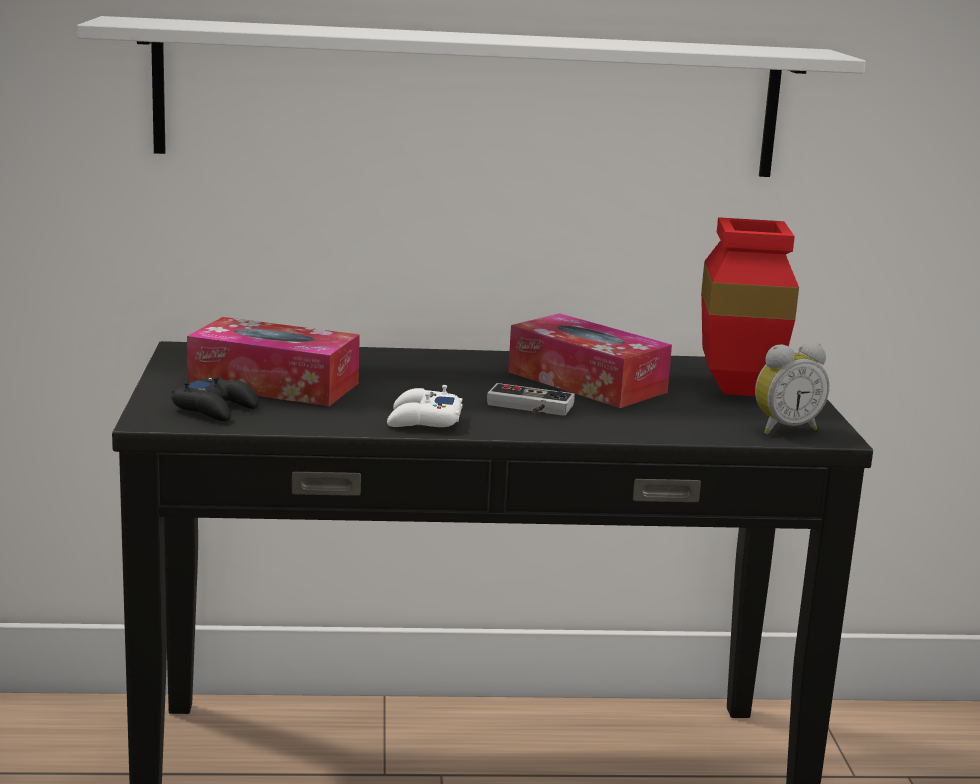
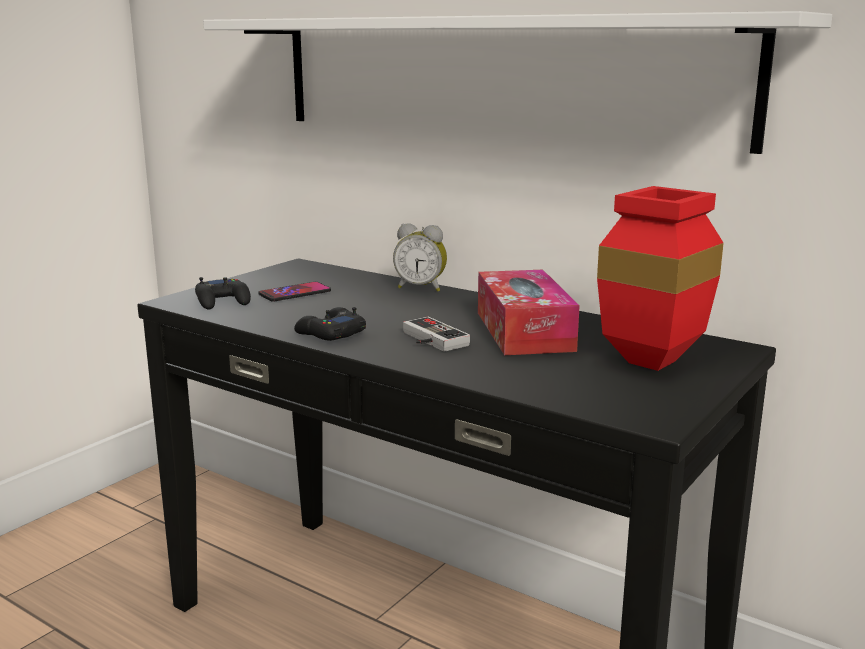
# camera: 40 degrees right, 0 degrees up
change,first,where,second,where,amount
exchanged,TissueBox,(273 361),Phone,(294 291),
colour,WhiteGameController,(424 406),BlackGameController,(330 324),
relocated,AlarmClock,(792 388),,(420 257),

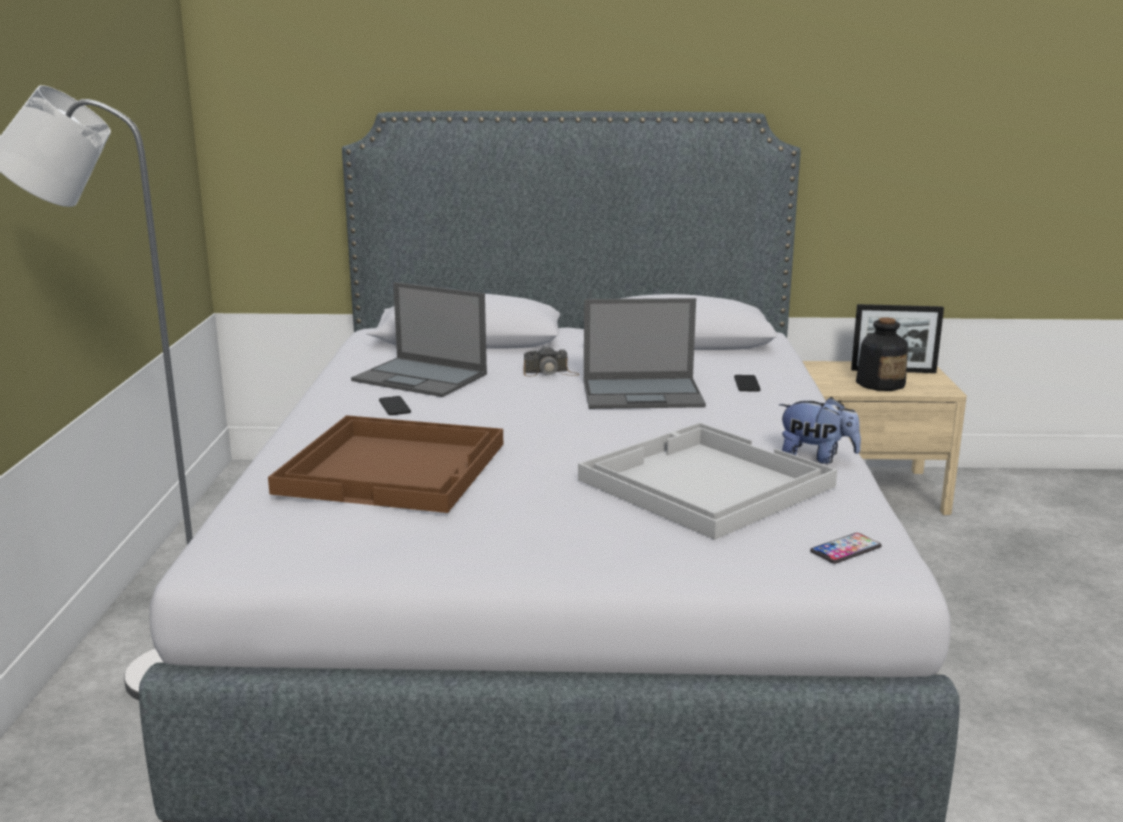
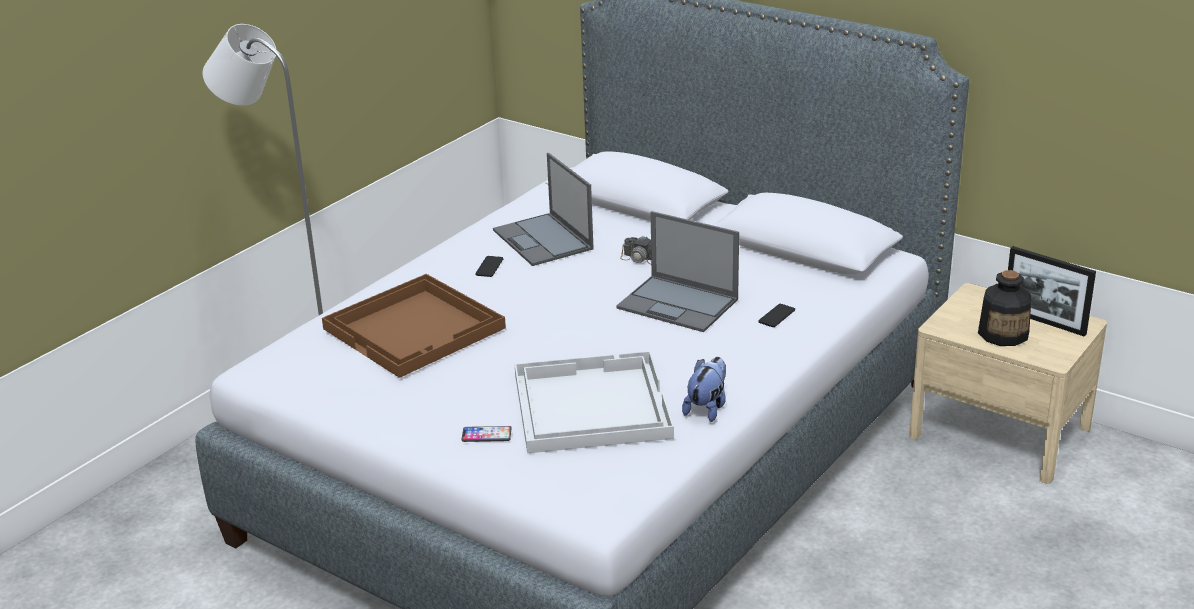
# camera: 35 degrees right, 10 degrees up
change,first,where,second,where,amount
relocated,Phone,(846 548),,(487 434),
spun,PlushToy,(820 430),,(704 389),120 degrees counterclockwise

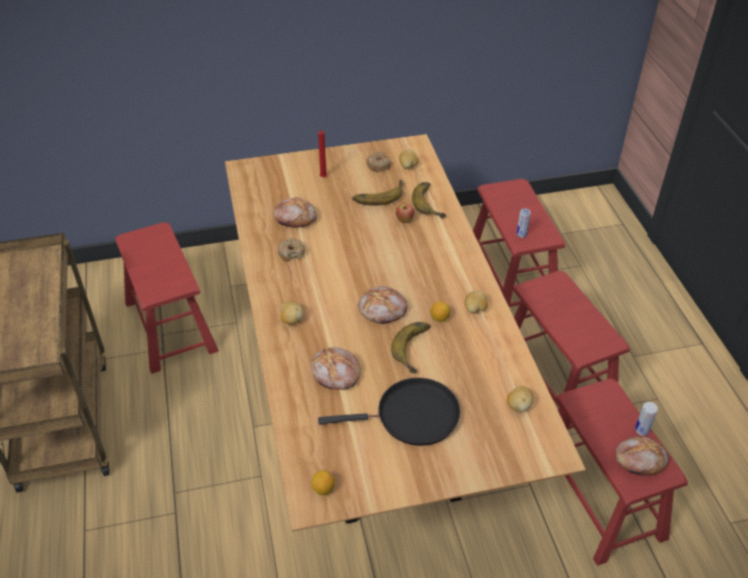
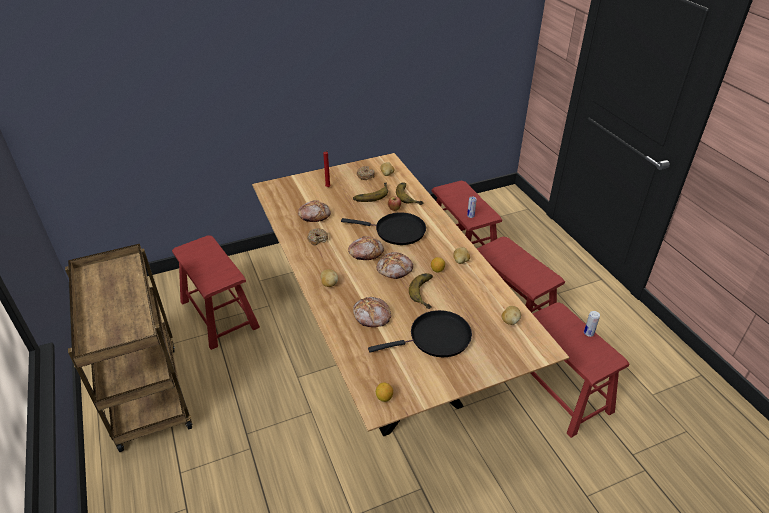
# camera: 10 degrees left, 5 degrees down
change,first,where,second,where,amount
appeared,,,BlackFryingPan,(383 228),
relocated,Bread,(642 456),,(366 248),

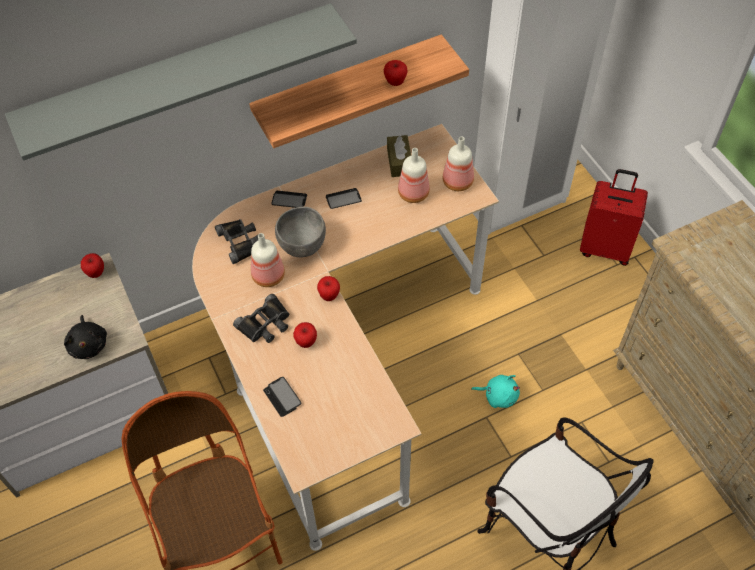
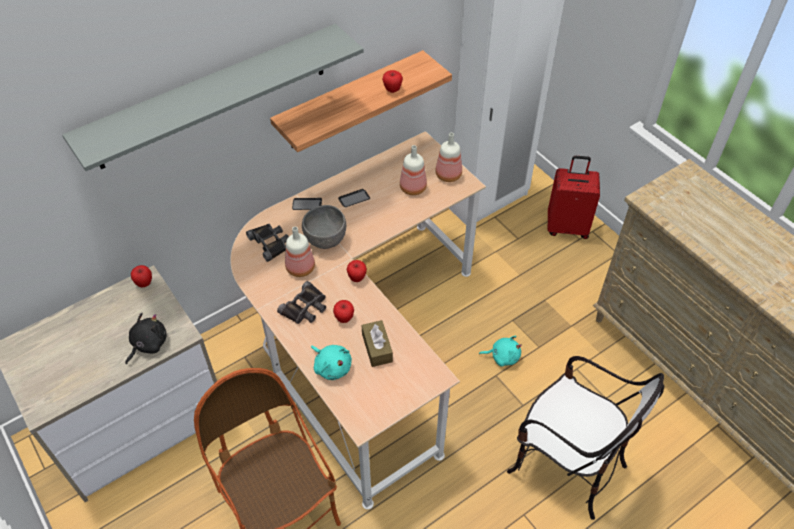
# camera: 10 degrees left, 5 degrees down
change,first,where,second,where,amount
spun,BlackPlushToy,(85 337),,(146 339),120 degrees counterclockwise
exchanged,Phone,(282 397),TurquoisePlushToy,(331 362),
relocated,BrownTissueBox,(399 156),,(377 343),

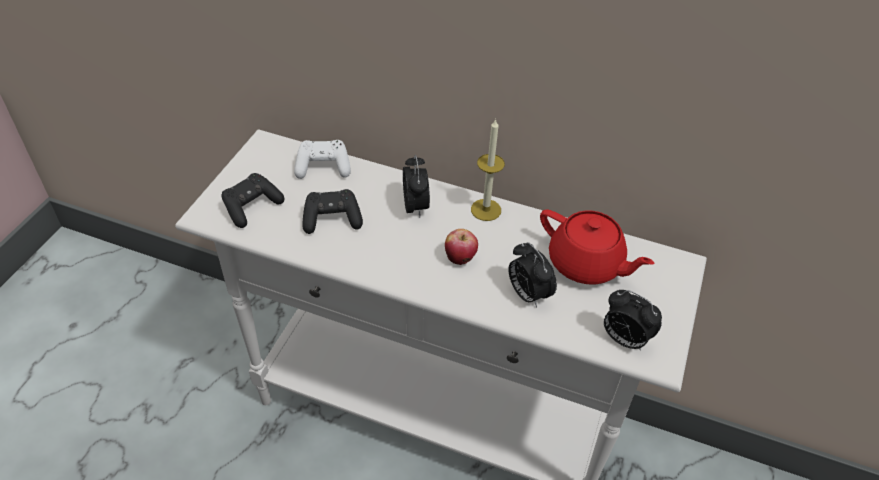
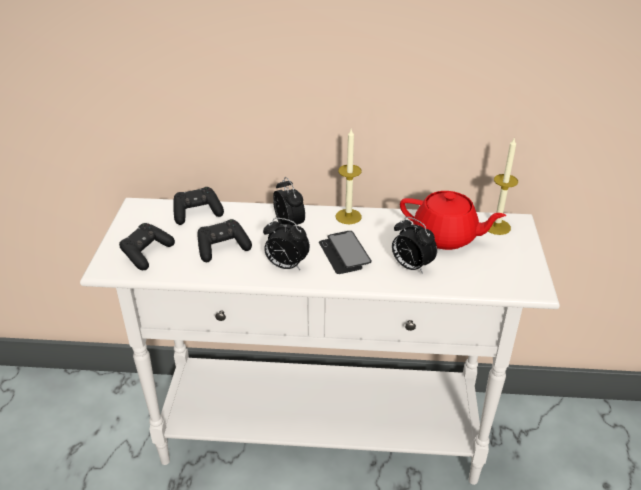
# camera: 15 degrees left, 10 degrees down
change,first,where,second,where,amount
colour,WhiteGameController,(322 159),BlackGameController,(198 206),
relocated,AlarmClock,(633 320),,(286 244),
exchanged,Apple,(461 247),Phone,(345 252),
appeared,,,Candle,(501 186),

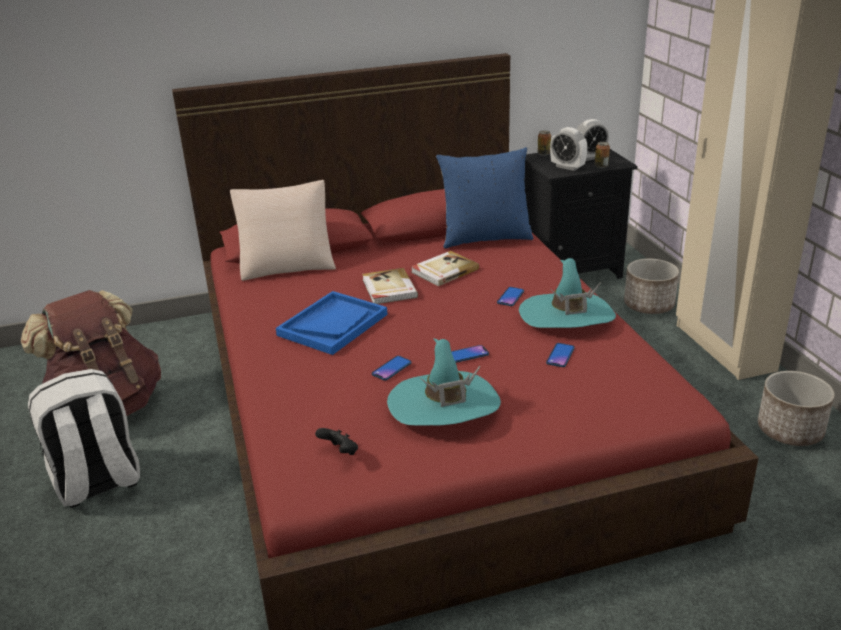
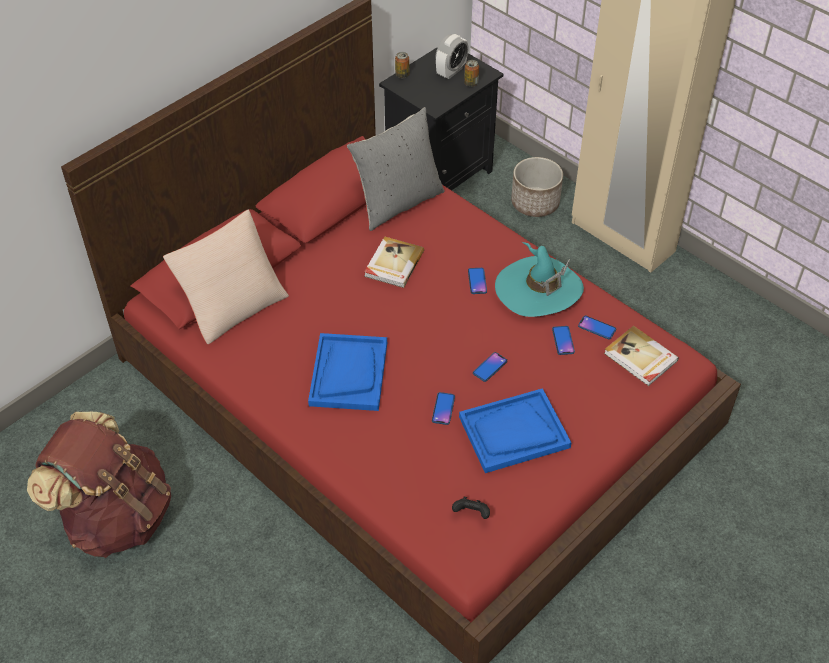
# camera: 30 degrees left, 20 degrees up
change,first,where,second,where,amount
colour,BluePillow,(484 198),GreyPillow,(396 169),
exchanged,TurquoiseHat,(444 382),BlueTray,(515 430),
appeared,,,Phone,(597 327),
relocated,Book,(390 286),,(641 356),
missing,WhiteBackpack,(84 438),,,
missing,AlarmClock,(569 149),,,
missing,Planter,(796 408),,,

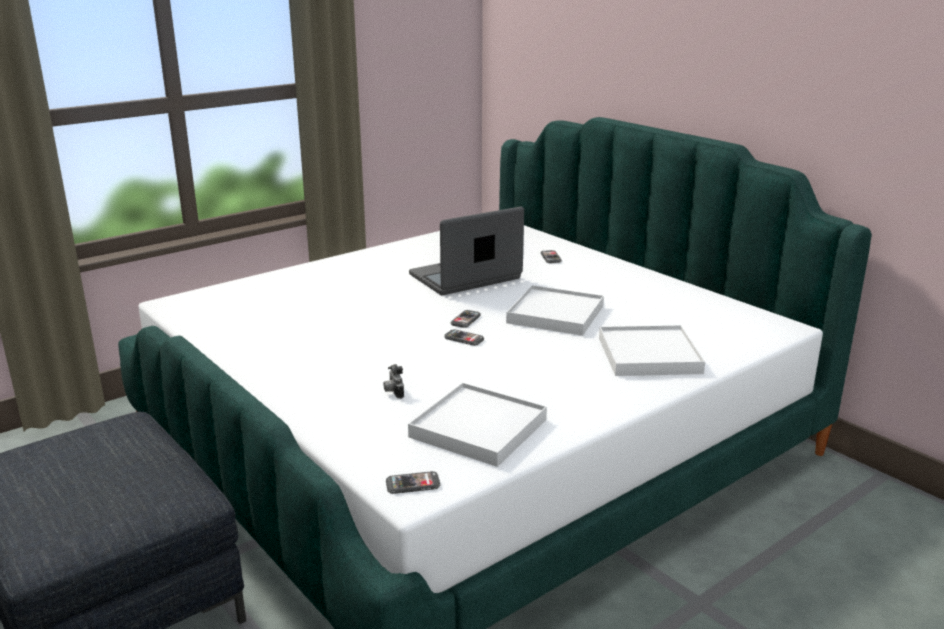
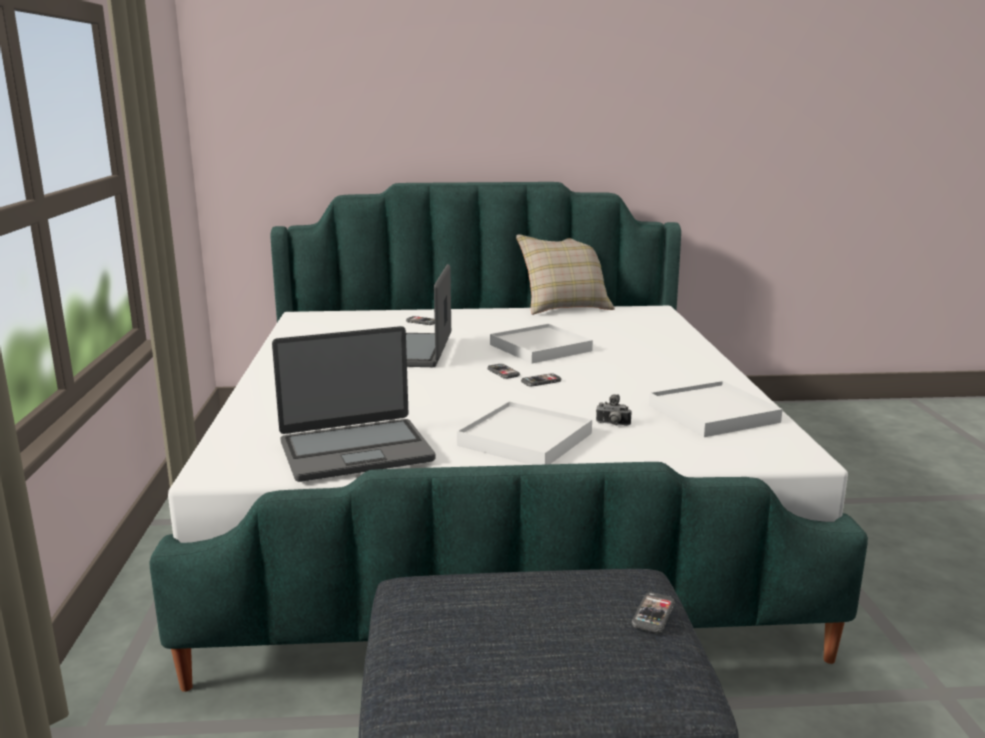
# camera: 55 degrees left, 5 degrees down
change,first,where,second,where,amount
appeared,,,Laptop,(353 404),
relocated,WhiteTray,(652 350),,(524 433),
appeared,,,BeigePillow,(565 274),
relocated,Phone,(413 482),,(653 612),

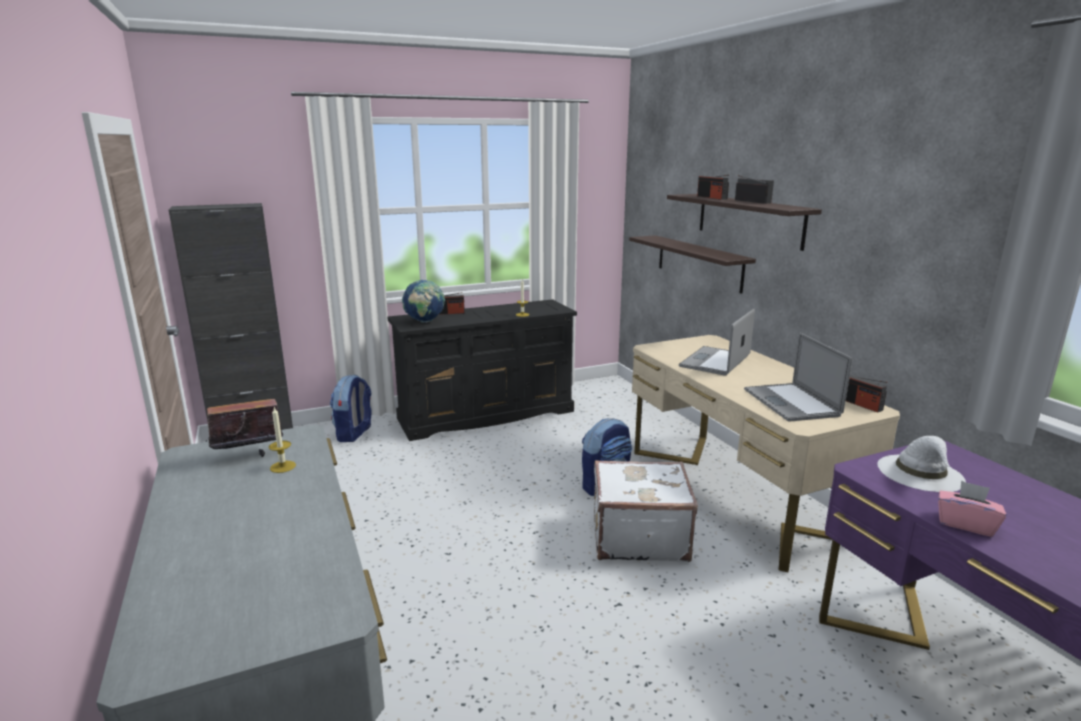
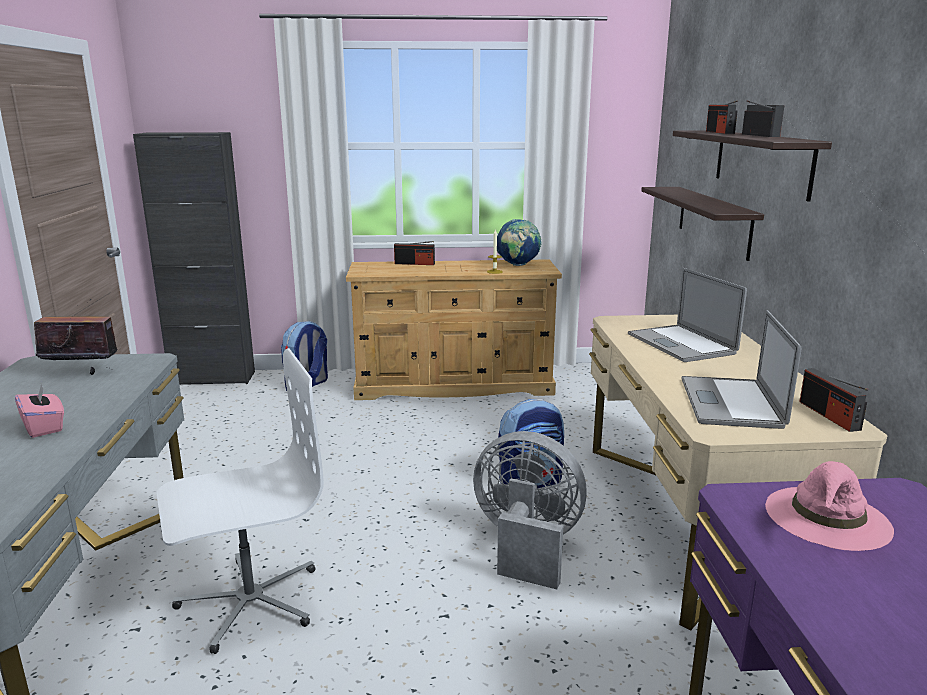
# camera: 20 degrees right, 0 degrees up
change,first,where,second,where,amount
relocated,PinkTissueBox,(972 509),,(39 410),
appeared,,,WhiteOfficeChair,(240 501),
colour,BlackDresser,(482 370),BeigeDresser,(454 329),
exchanged,WhiteSuitcase,(646 511),GreyFan,(530 510),
relocated,Globe,(423 301),,(519 242),
spun,Laptop,(717 342),,(687 315),75 degrees counterclockwise
colour,WhiteHat,(921 464),PinkHat,(829 506),
missing,Candle,(282 440),,,

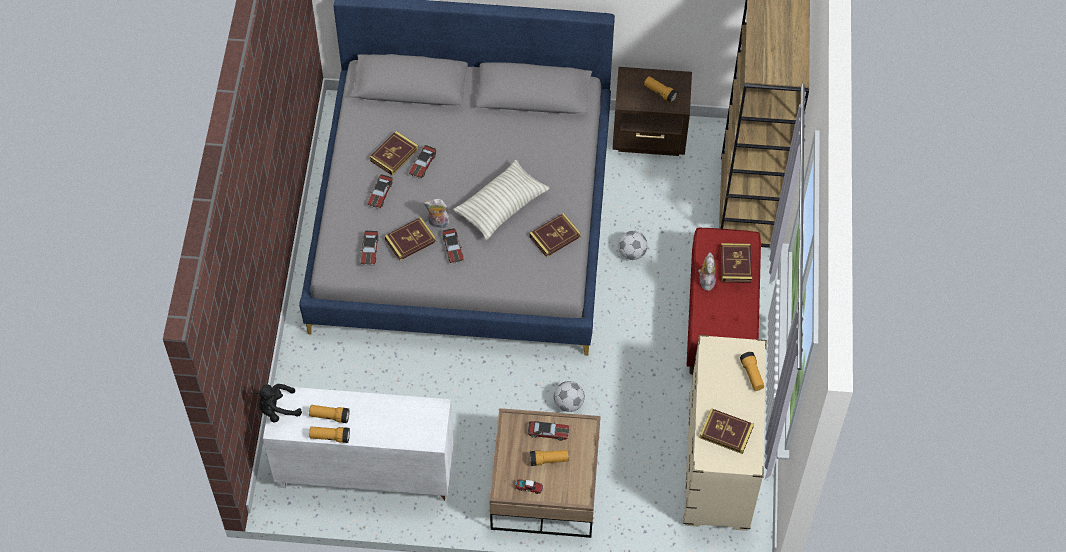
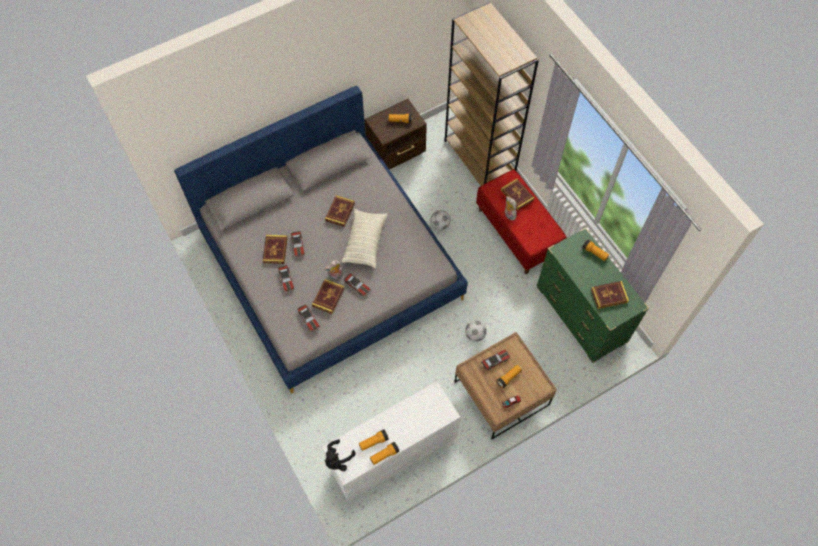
# camera: 35 degrees left, 5 degrees up
change,first,where,second,where,amount
relocated,Book,(555 235),,(340 211),
colour,BeigeDresser,(725 433),GreenDresser,(593 295),

